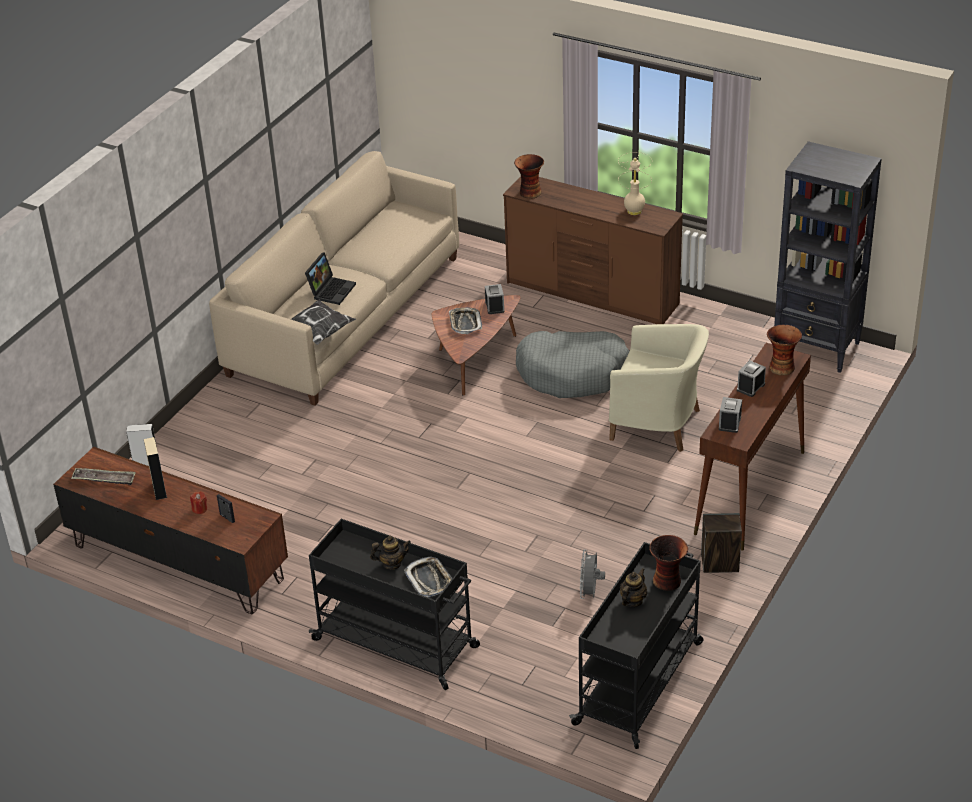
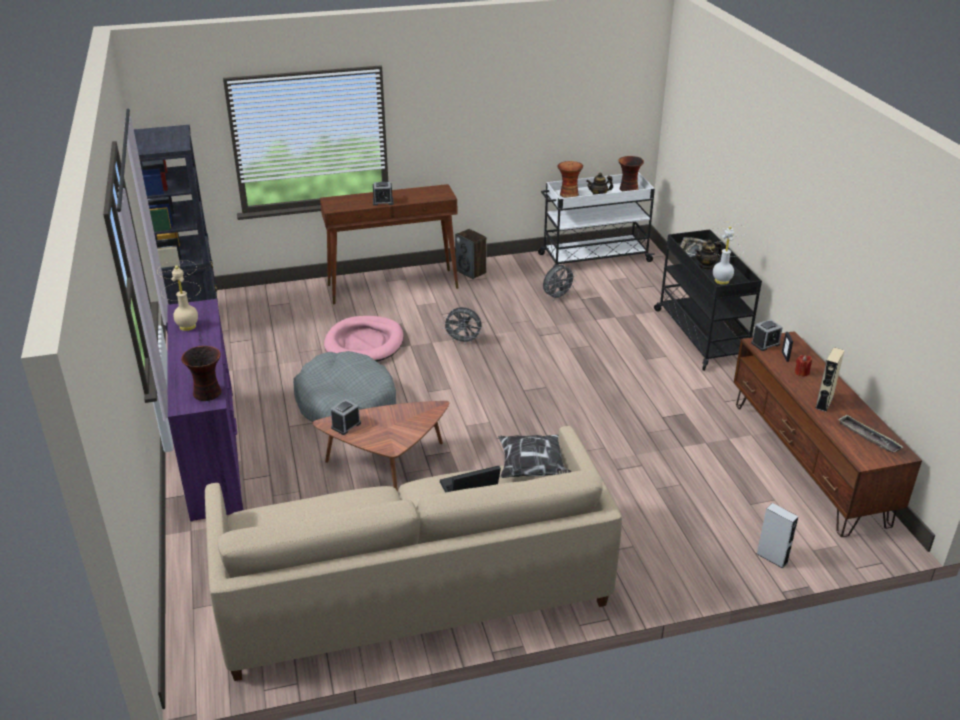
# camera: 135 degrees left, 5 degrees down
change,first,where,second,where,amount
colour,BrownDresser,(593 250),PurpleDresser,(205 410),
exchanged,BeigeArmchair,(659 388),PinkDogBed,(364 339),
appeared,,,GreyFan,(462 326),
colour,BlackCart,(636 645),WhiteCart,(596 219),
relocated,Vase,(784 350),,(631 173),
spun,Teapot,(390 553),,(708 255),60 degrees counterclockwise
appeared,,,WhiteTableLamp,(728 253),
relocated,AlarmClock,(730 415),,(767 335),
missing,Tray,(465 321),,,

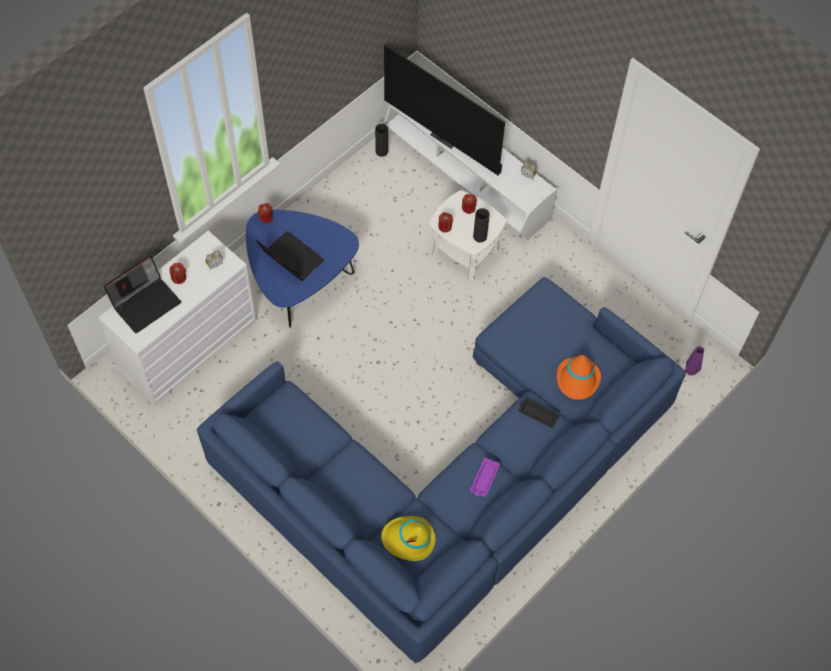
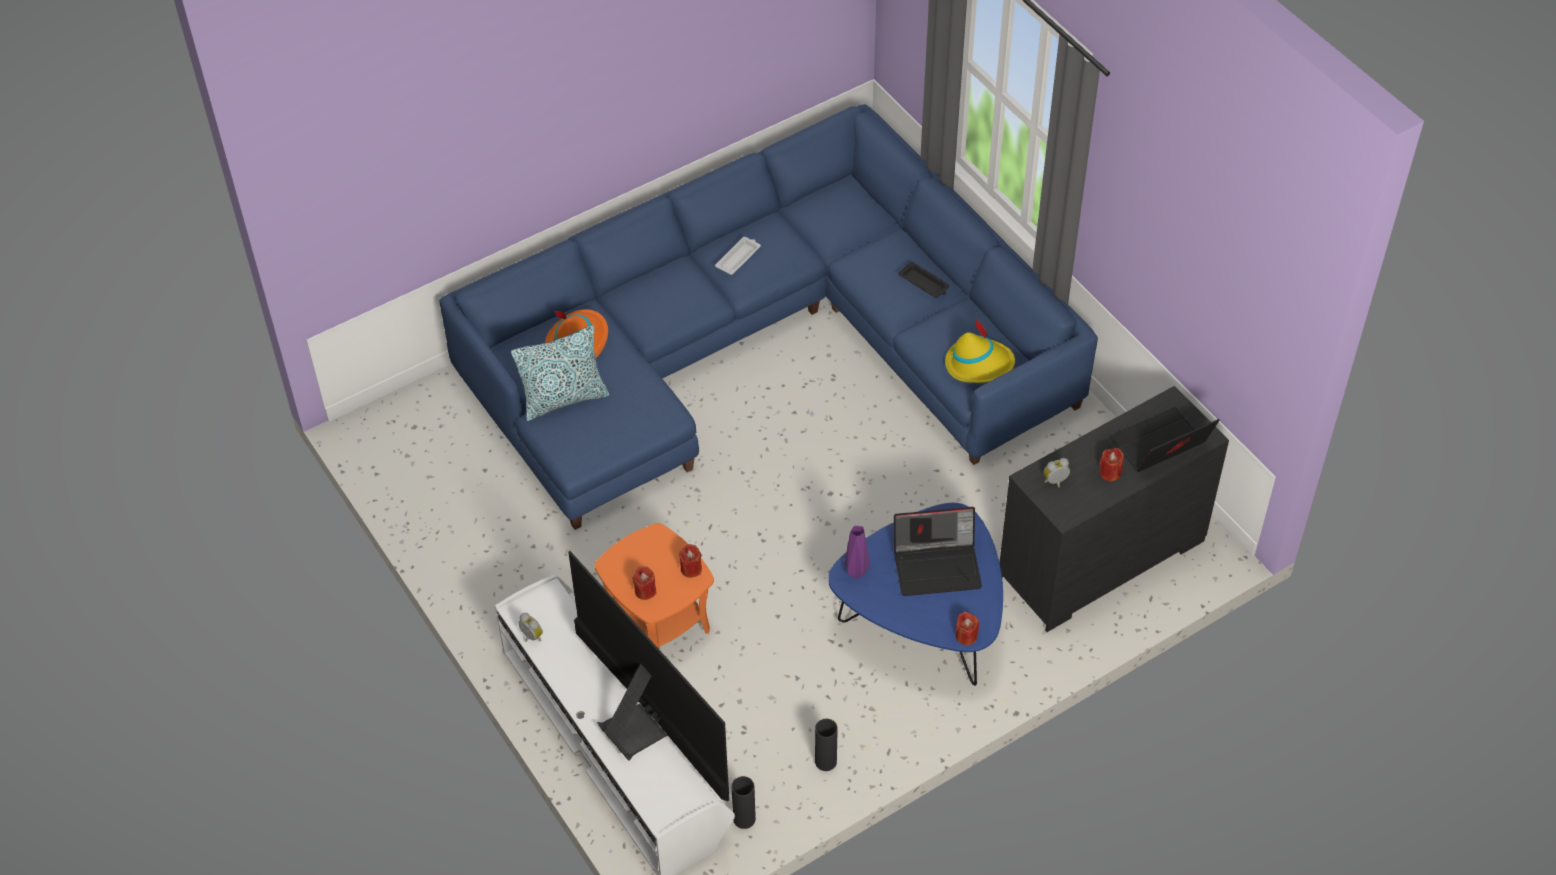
# camera: 165 degrees left, 10 degrees down
change,first,where,second,where,amount
appeared,,,Pillow,(560 372),
colour,WhiteSideTable,(467 235),OrangeSideTable,(654 586),
colour,PurpleTray,(485 477),WhiteTray,(738 256),
relocated,BlackVase,(481 225),,(826 744),
relocated,PurpleVase,(694 360),,(857 552),
spun,Laptop,(290 256),,(938 551),60 degrees counterclockwise
relocated,BlackTray,(538 413),,(923 279),
relocated,YellowHat,(408 538),,(980 350),
colour,WhiteDresser,(177 318),BlackDresser,(1114 509),

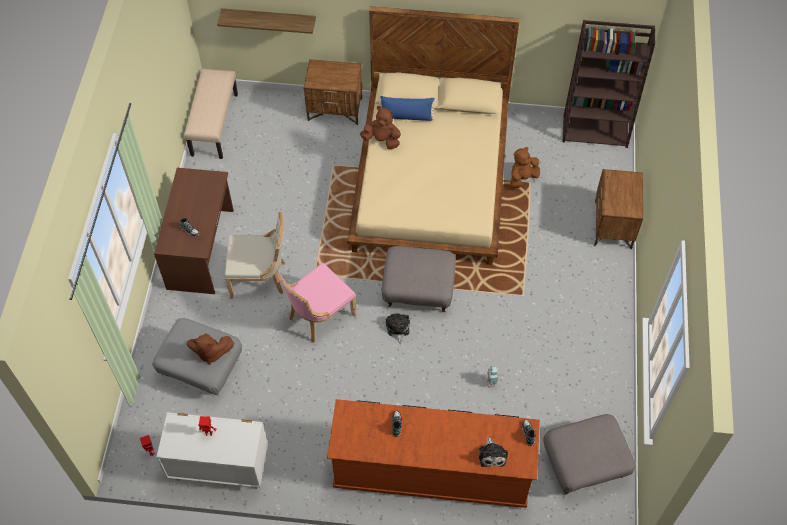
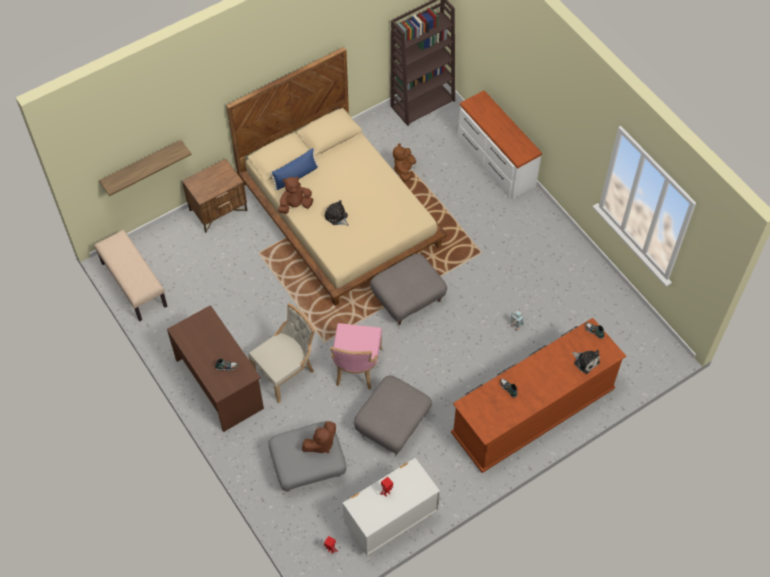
# camera: 40 degrees left, 0 degrees up
change,first,where,second,where,amount
relocated,PlushToy,(398 328),,(336 213),
relocated,GreyOttoman,(589 454),,(393 415),
exchanged,BrownNightstand,(618 209),WhiteDresser,(500 145),

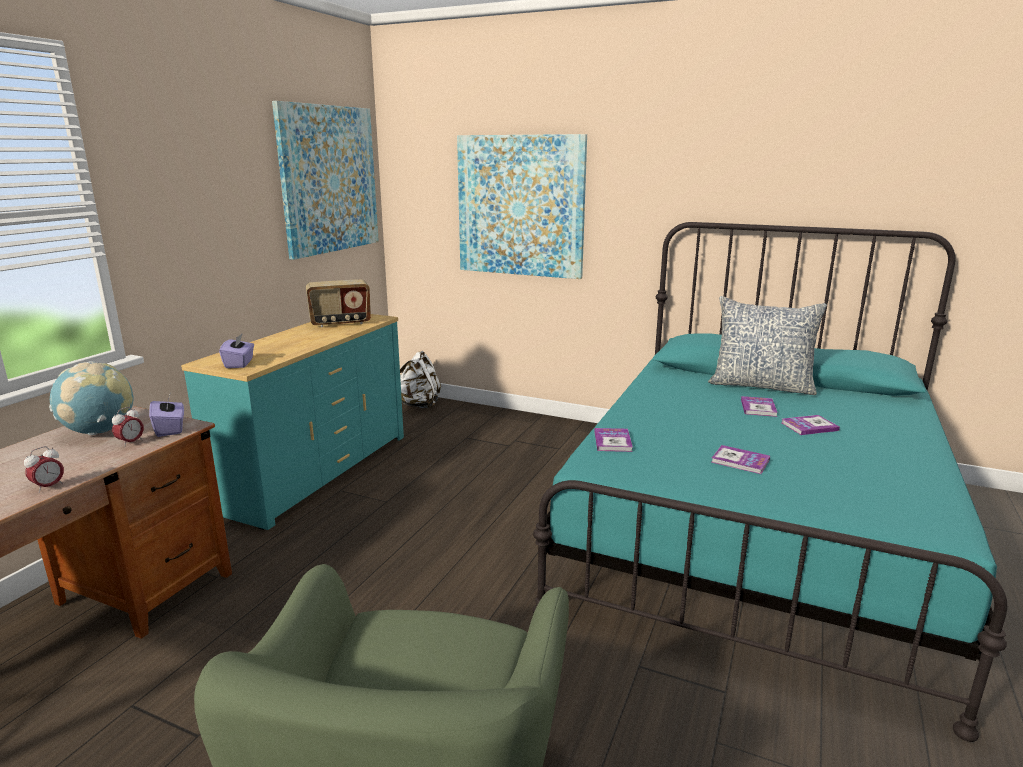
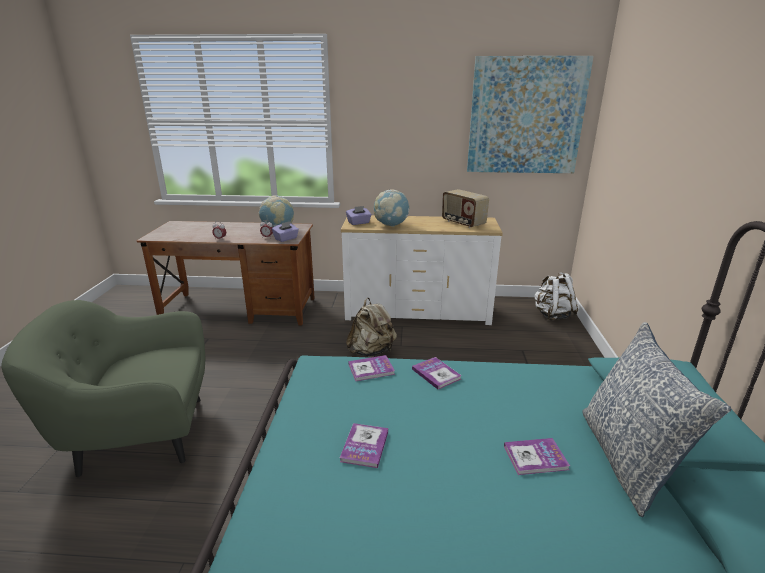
# camera: 70 degrees right, 5 degrees up
change,first,where,second,where,amount
colour,TurquoiseDresser,(292 422),WhiteDresser,(422 270),
appeared,,,BeigeBackpack,(371 327),
appeared,,,Globe,(391 208),
relocated,Book,(811 425),,(437 373),
missing,Picture,(522 206),,,

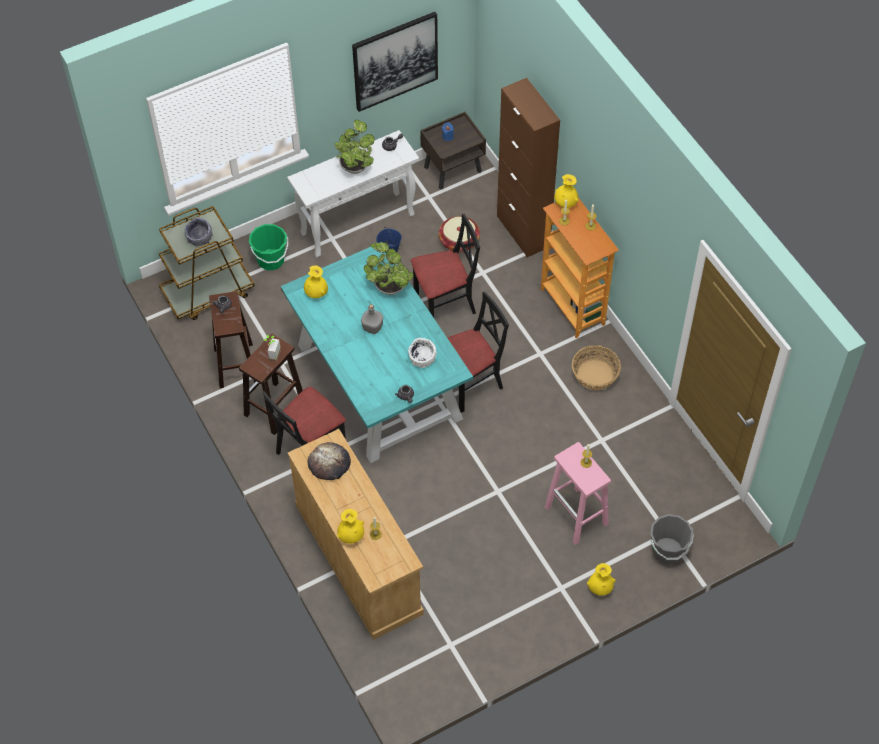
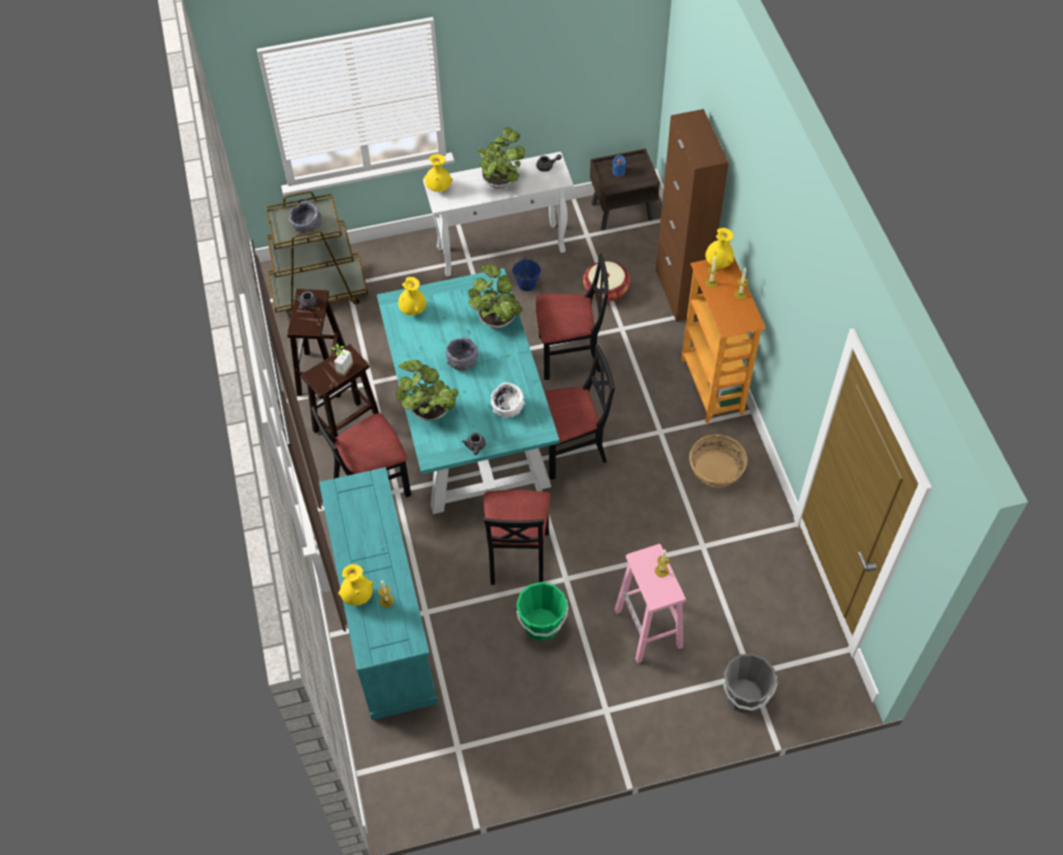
# camera: 15 degrees right, 0 degrees up
change,first,where,second,where,amount
colour,BeigeDresser,(356 534),TurquoiseDresser,(378 593),
appeared,,,PottedPlant,(427 390),
relocated,YellowVase,(601 579),,(438 173),
exchanged,GreyBottle,(372 319),GreyBowl,(462 354),
appeared,,,BlackChair,(516 537),
relocated,GreenBucket,(268 247),,(542 611),
missing,Bread,(329 461),,,
missing,Picture,(395 62),,,

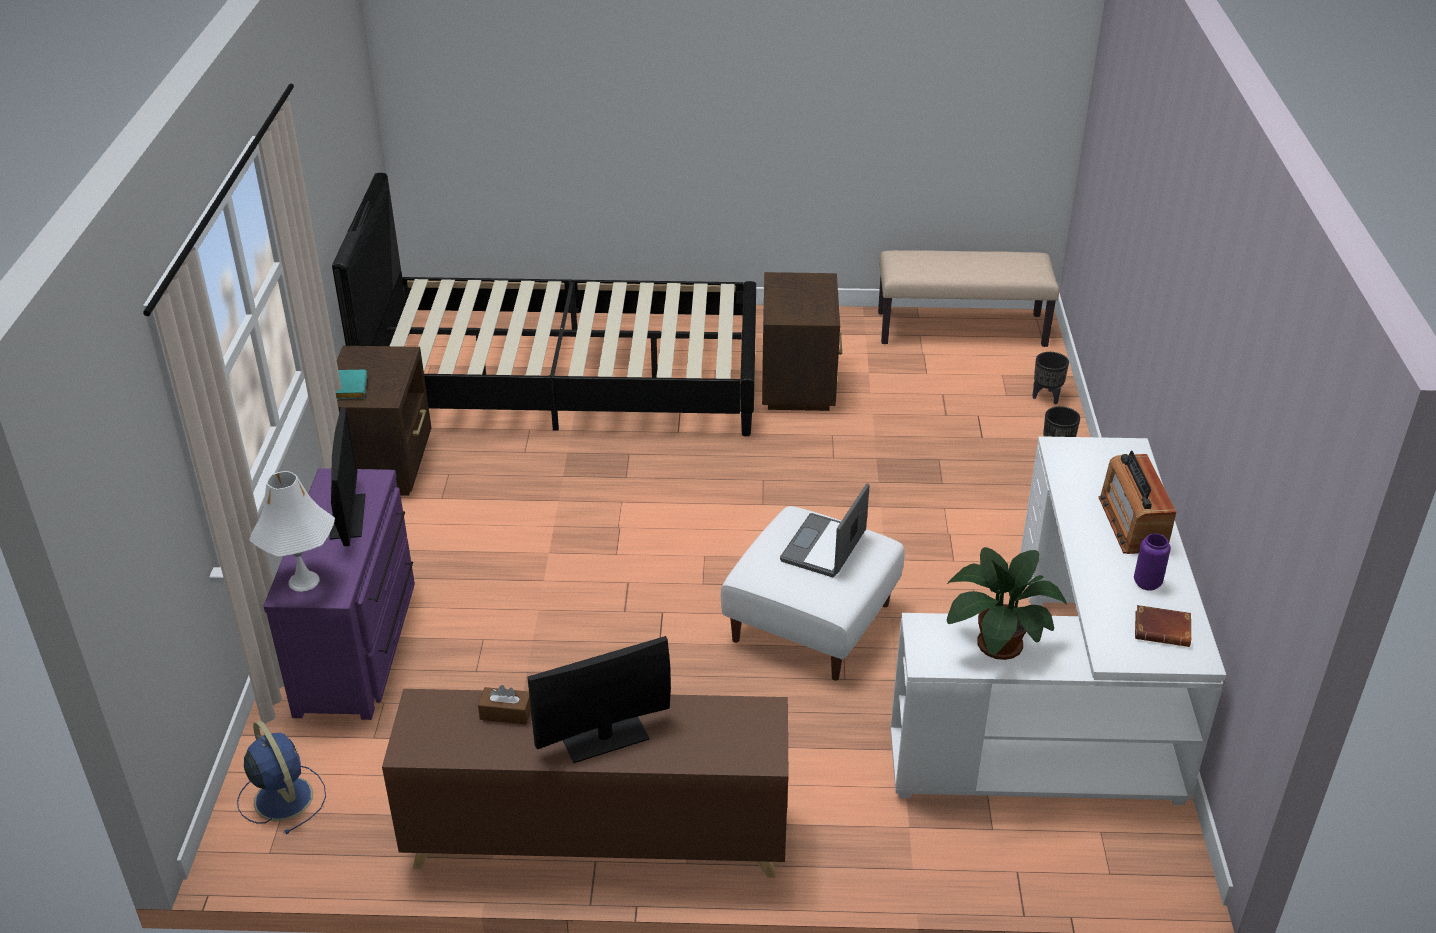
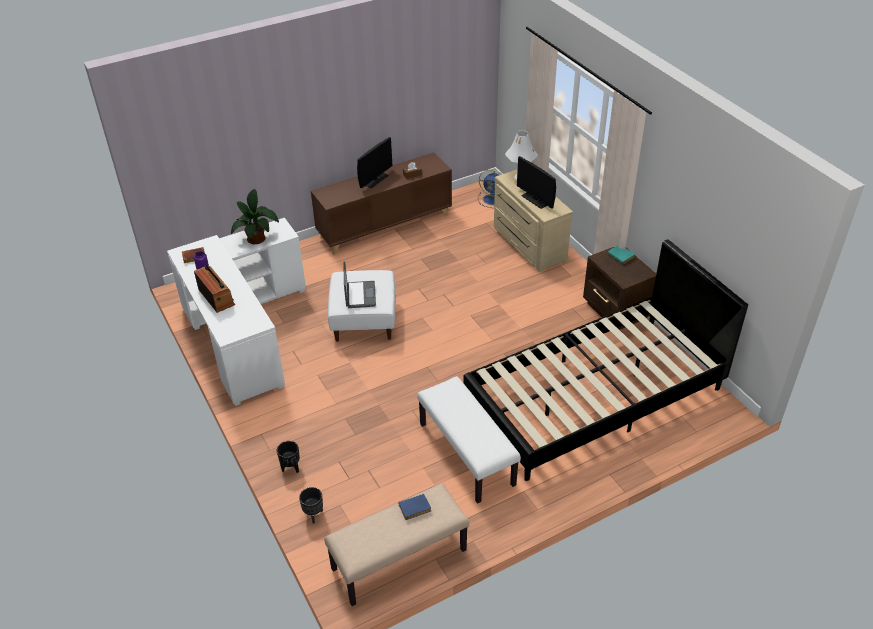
# camera: 150 degrees right, 5 degrees up
change,first,where,second,where,amount
appeared,,,BlueBook,(414 507),
exchanged,BrownNightstand,(802 341),WhiteBench,(469 440),
colour,PurpleDresser,(339 594),BeigeDresser,(533 220),

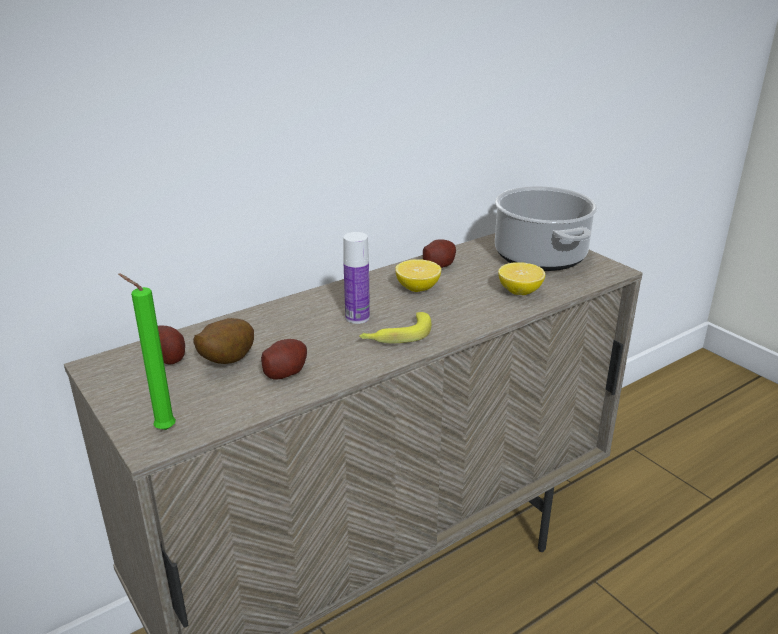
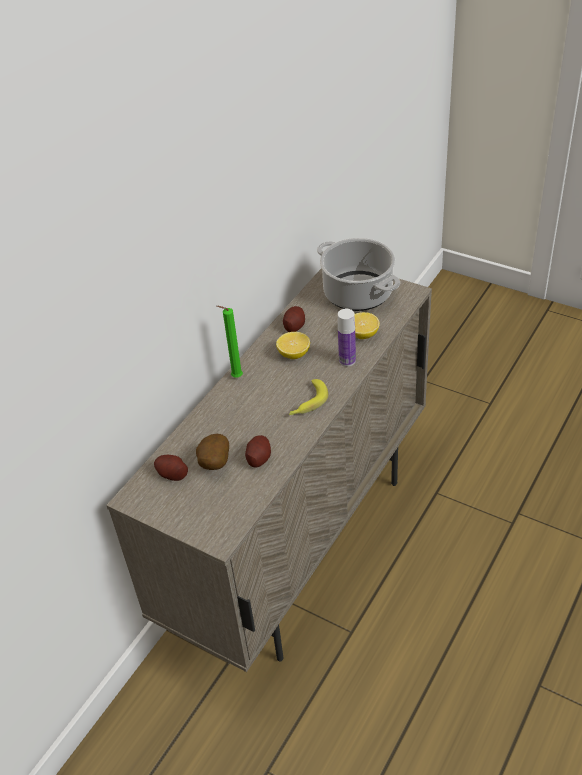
# camera: 20 degrees left, 15 degrees up
change,first,where,second,where,amount
relocated,GreenCandle,(147 352),,(230 342),
relocated,Bottle,(356 278),,(347 337),

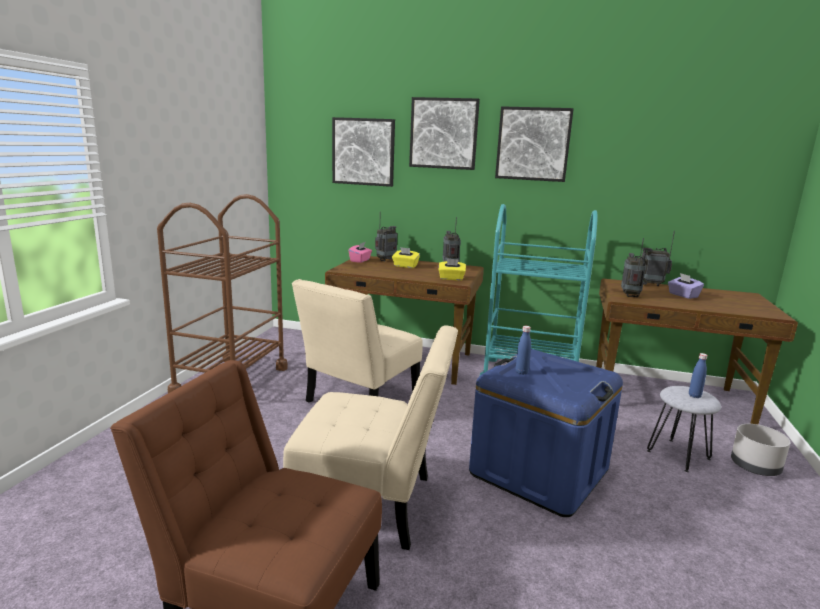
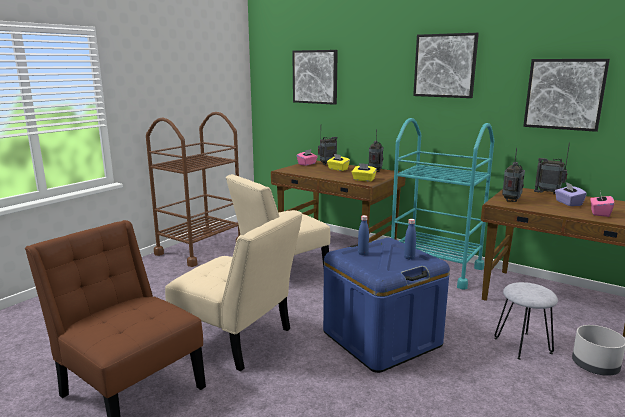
# camera: 20 degrees right, 0 degrees up
change,first,where,second,where,amount
relocated,BlueBottle,(698 375),,(410 239),
relocated,Picture,(444 133),,(566 95),
appeared,,,PinkTissueBox,(602 204),

